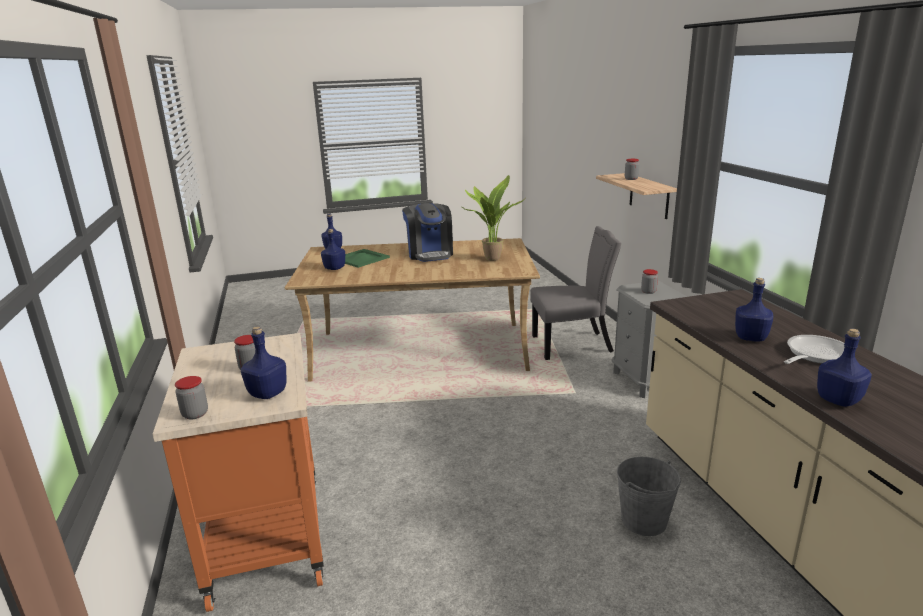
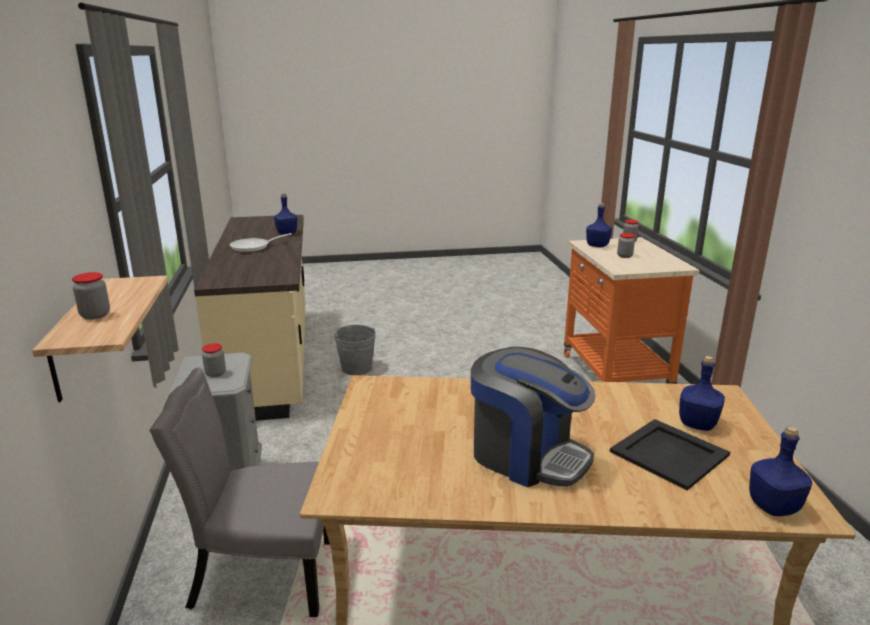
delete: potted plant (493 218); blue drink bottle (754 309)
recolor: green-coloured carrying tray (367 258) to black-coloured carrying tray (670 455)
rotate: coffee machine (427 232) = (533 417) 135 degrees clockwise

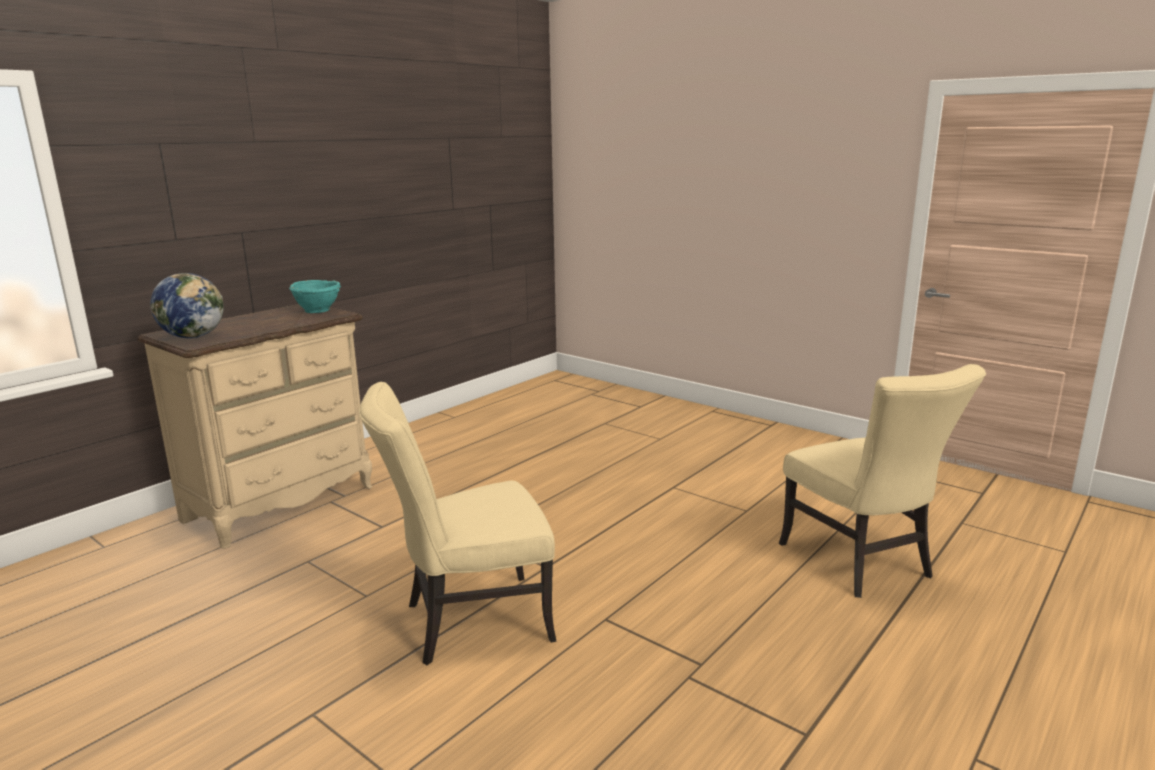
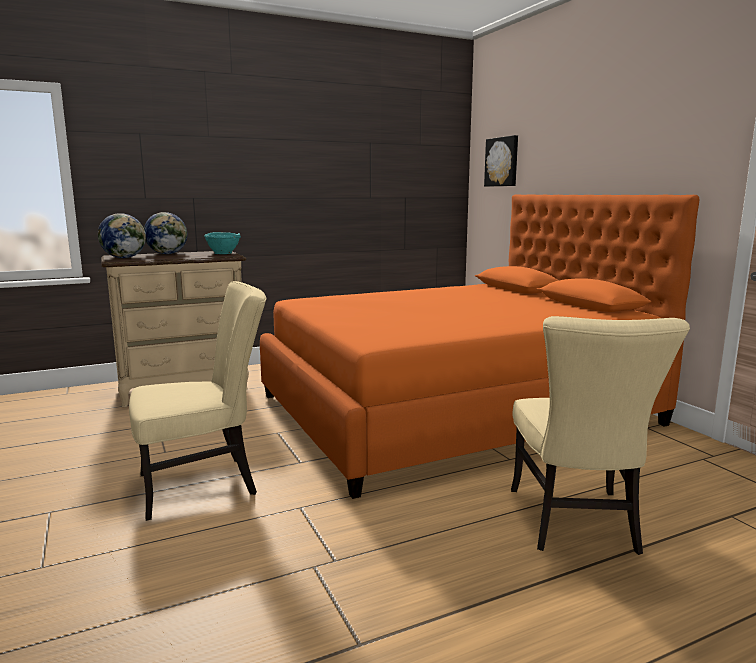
insert: globe (165 233); orangey bed (479 346); wall picture (501 160)
rotate: sand-coloured chair (458 523) = (198 401) 150 degrees clockwise

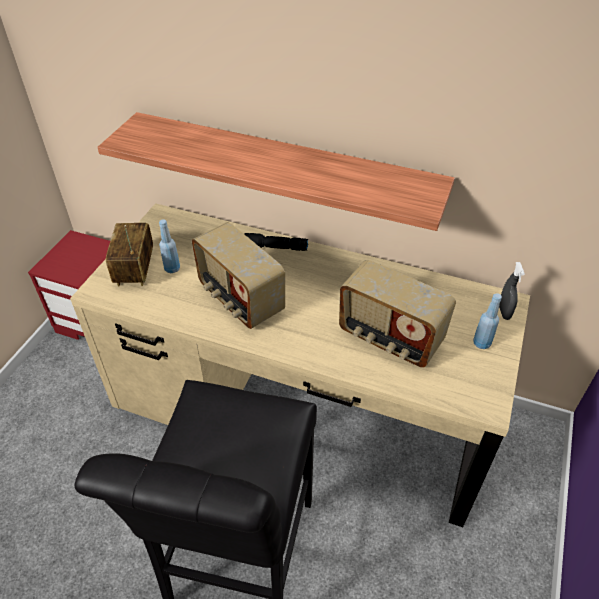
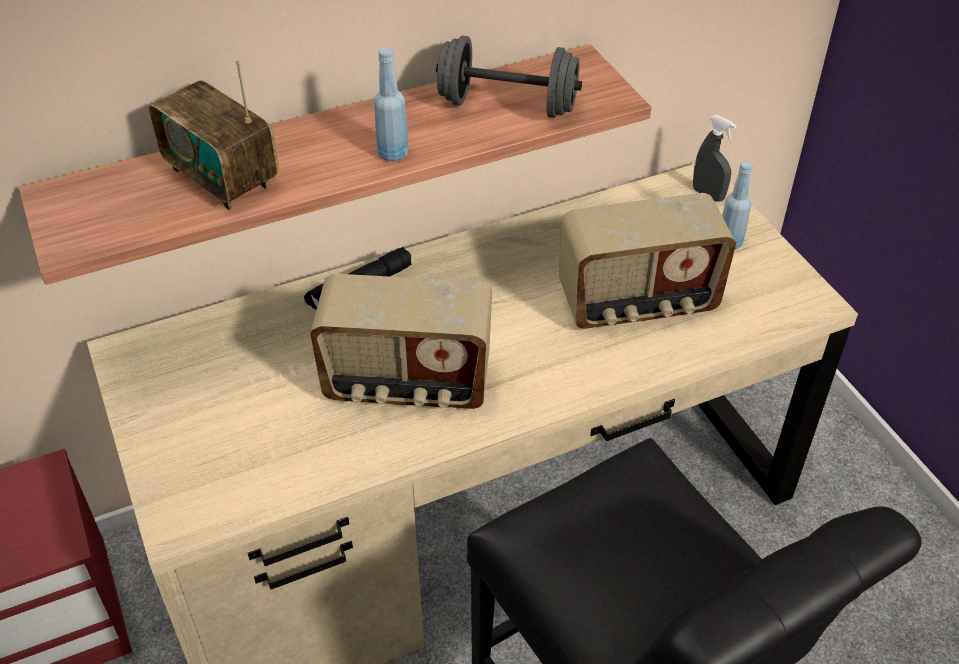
insert: grey hand weight (509 77)
move: radio set (129 254) to (213 135); blue drink bottle (169 246) to (391 104)

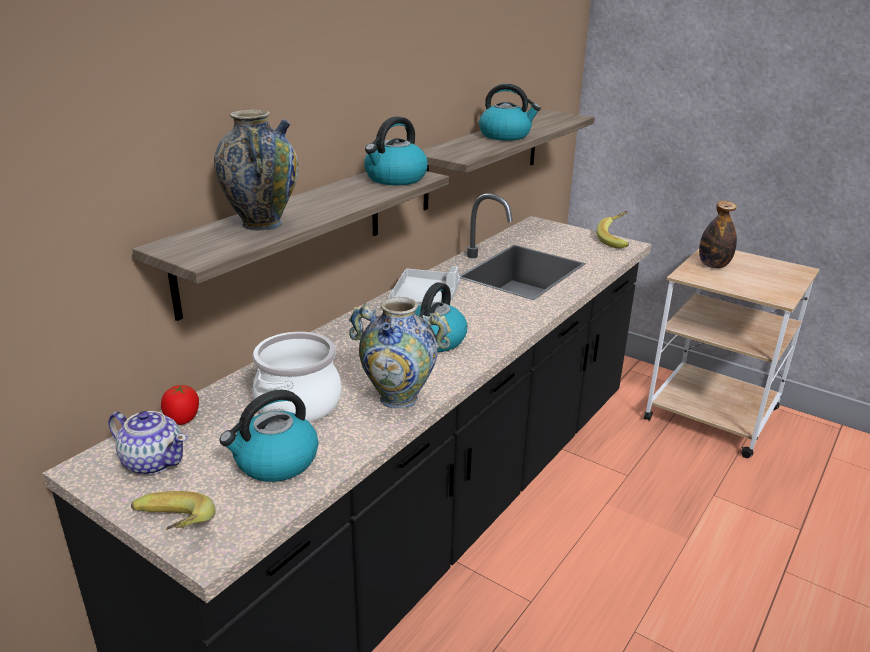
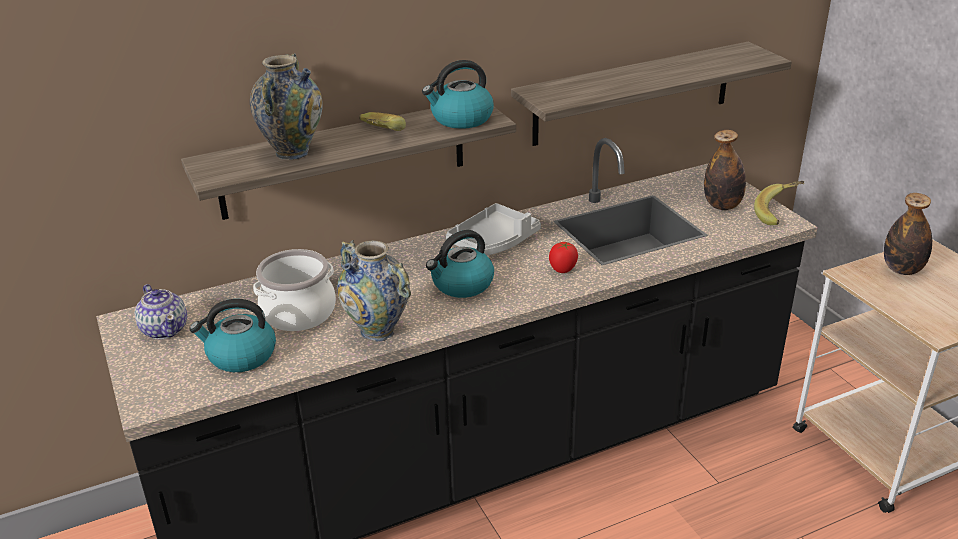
delete: kettle (510 112)
insert: drink bottle (725 170)
move: banana (173 510) to (382 121); whole tomato (180 405) to (563 257)

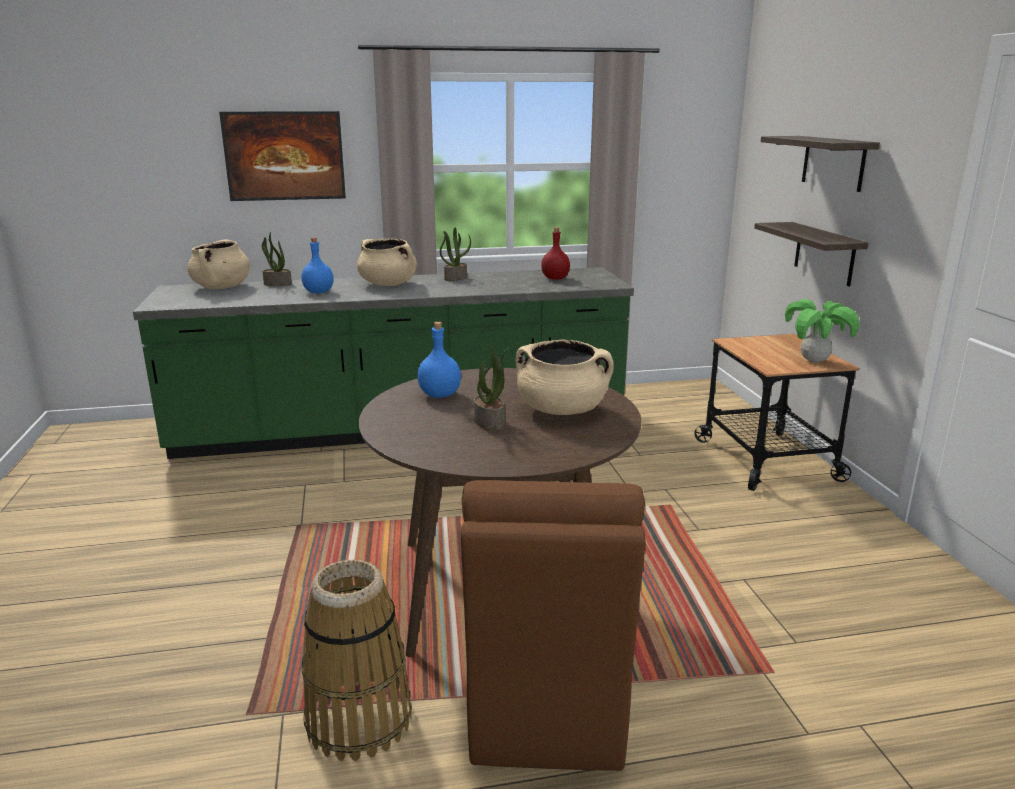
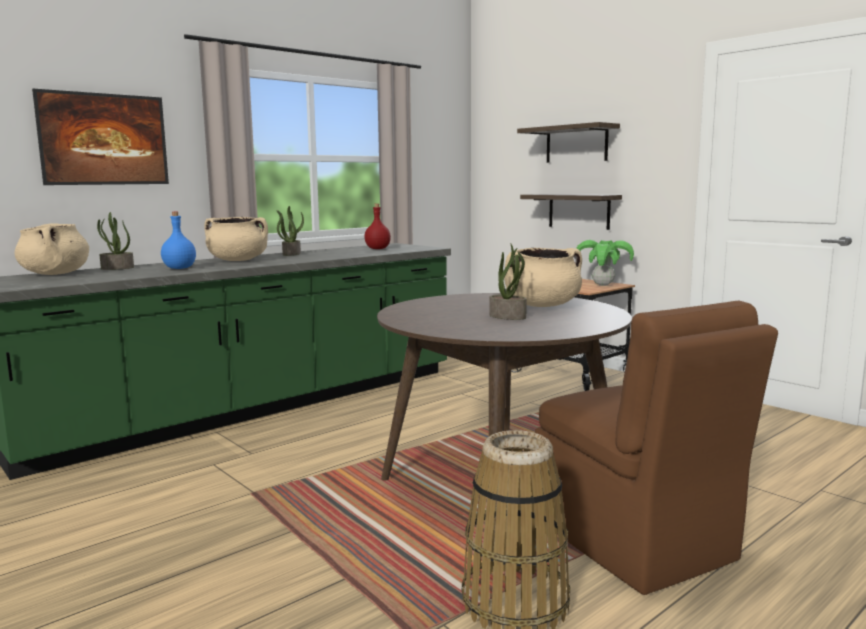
delete: blue drink bottle (439 360)

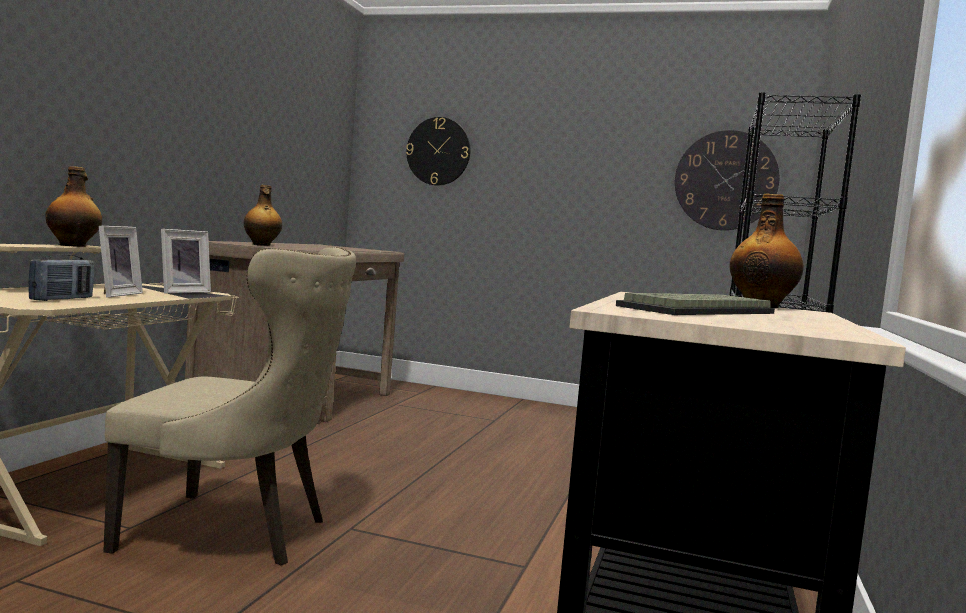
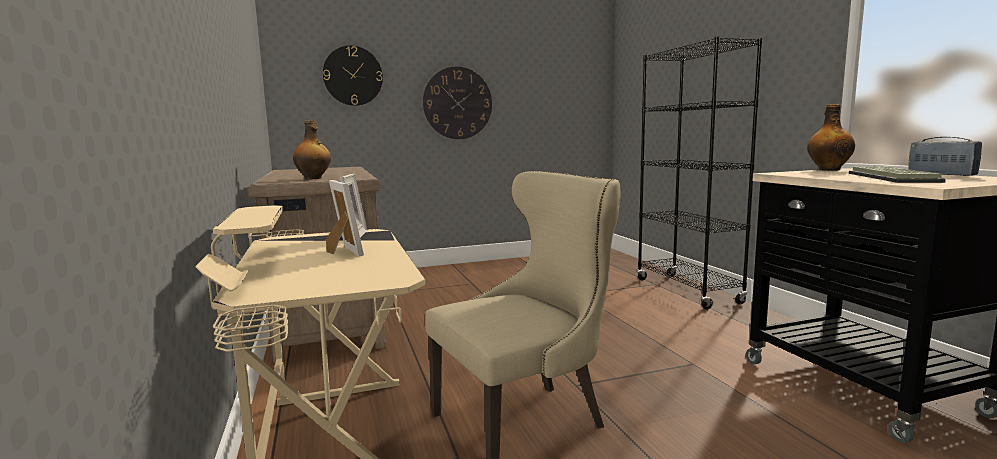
delete: drink bottle (73 206)
move: radio set (61 277) to (945 156); clock on the wall (727 180) to (457 103)

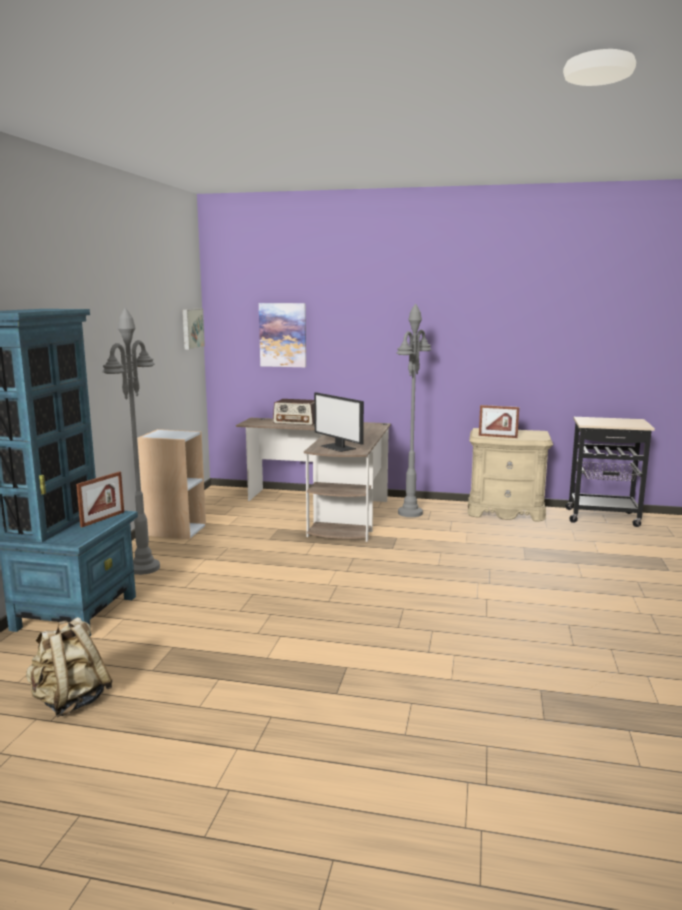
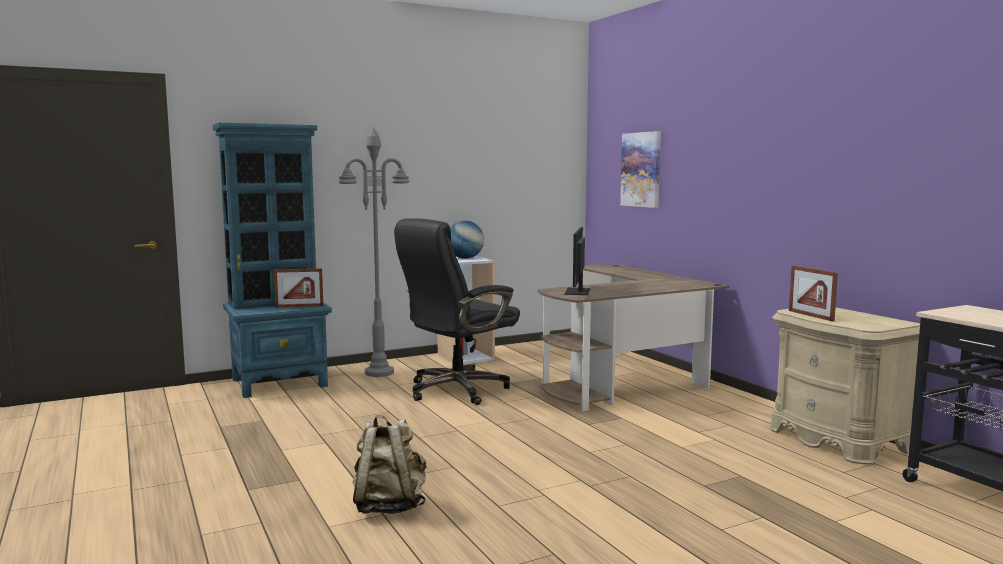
delete: wall picture (193 329); radio set (294 412); grey standing lamp (413 410)
insert: black-coloured desk chair (457 311); globe (467 240)
move: sand-coloured rucksack (69 667) to (389 464)

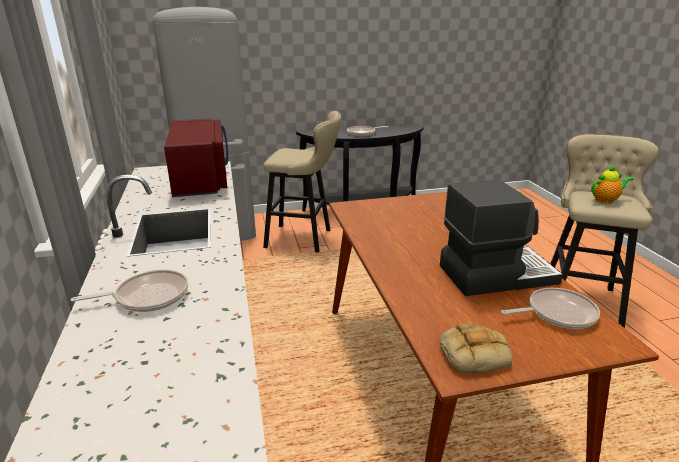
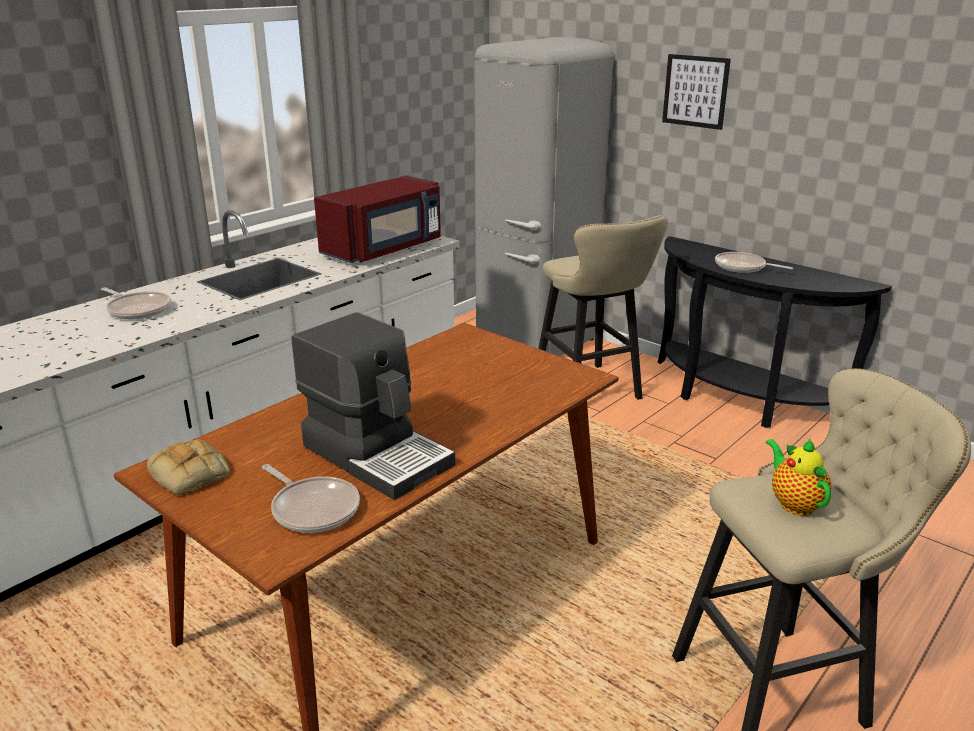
insert: wall picture (696 92)
rotate: teapot (612 184) = (798 477) 150 degrees counterclockwise

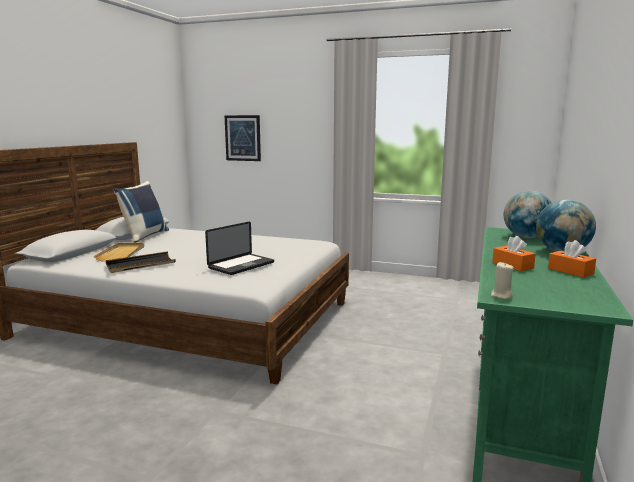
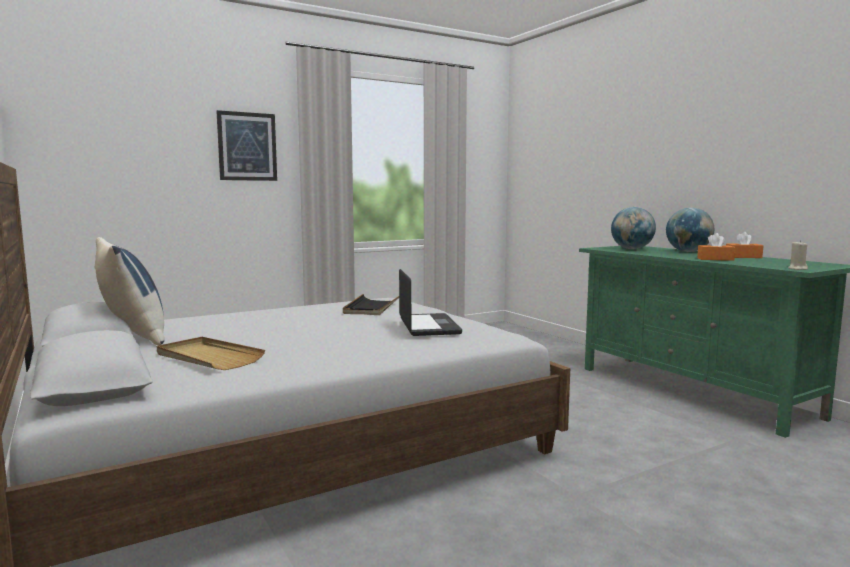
move: black-coloured carrying tray (140 262) to (371 304); wall picture (242 138) to (246 145)

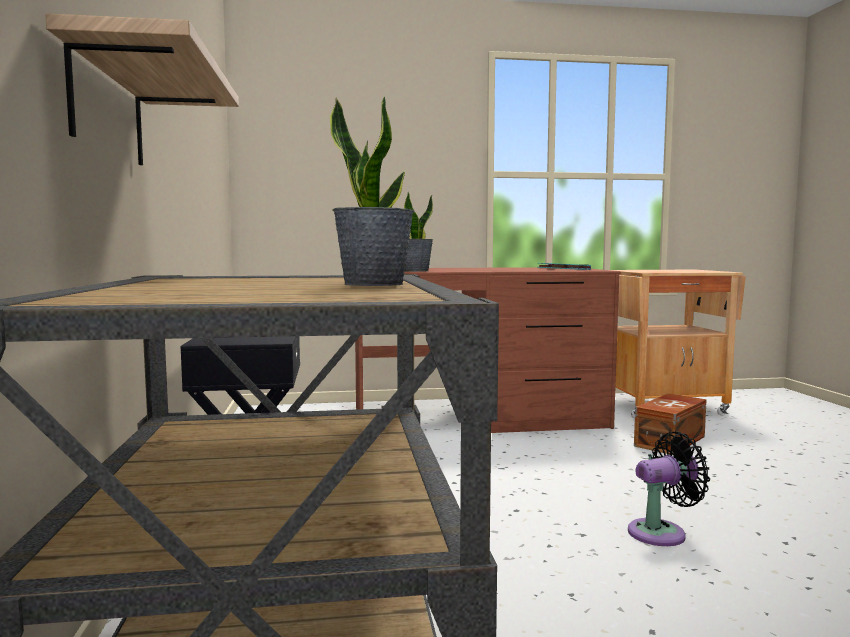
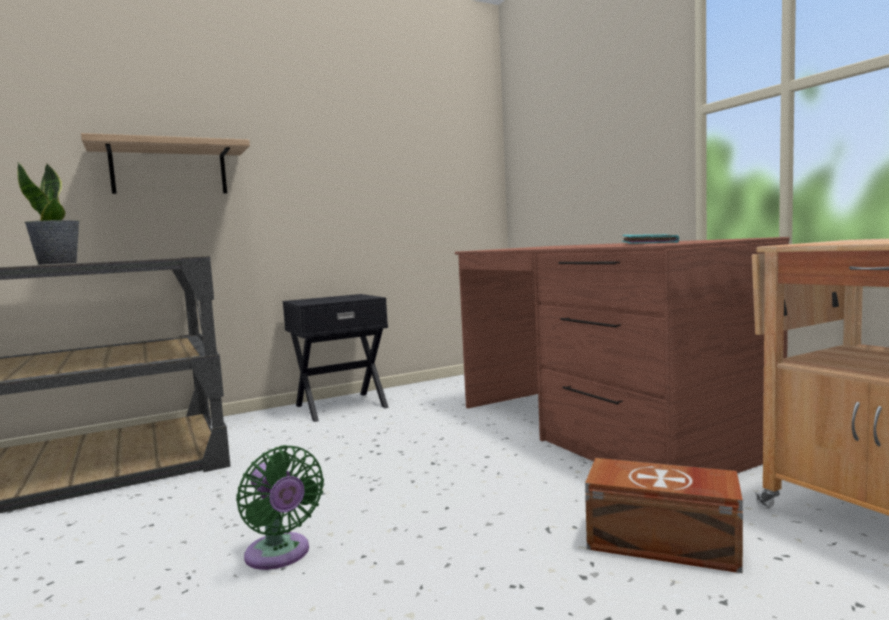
delete: potted plant (418 232)
recolor: black-coloured fan (669 488) to green-coloured fan (280 507)

